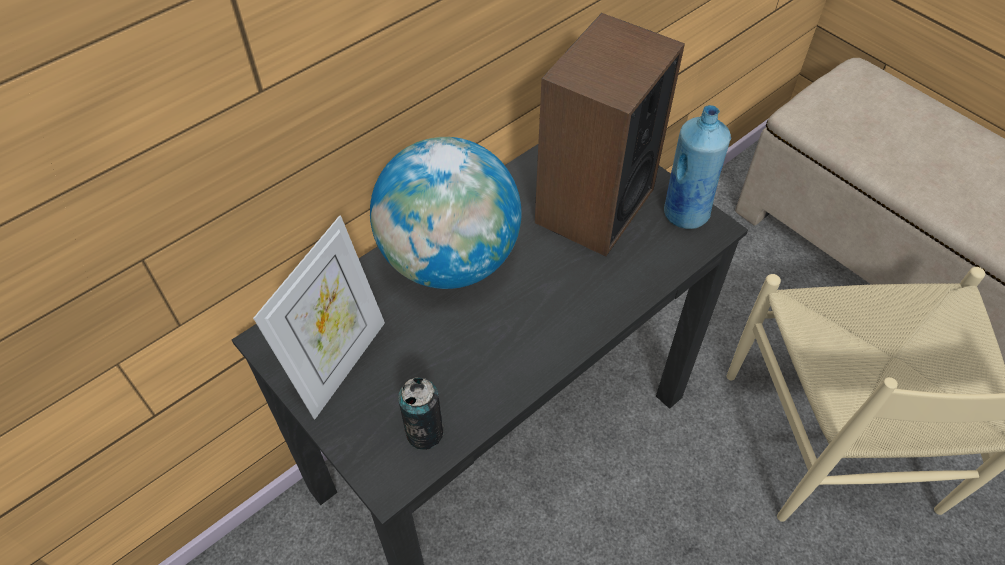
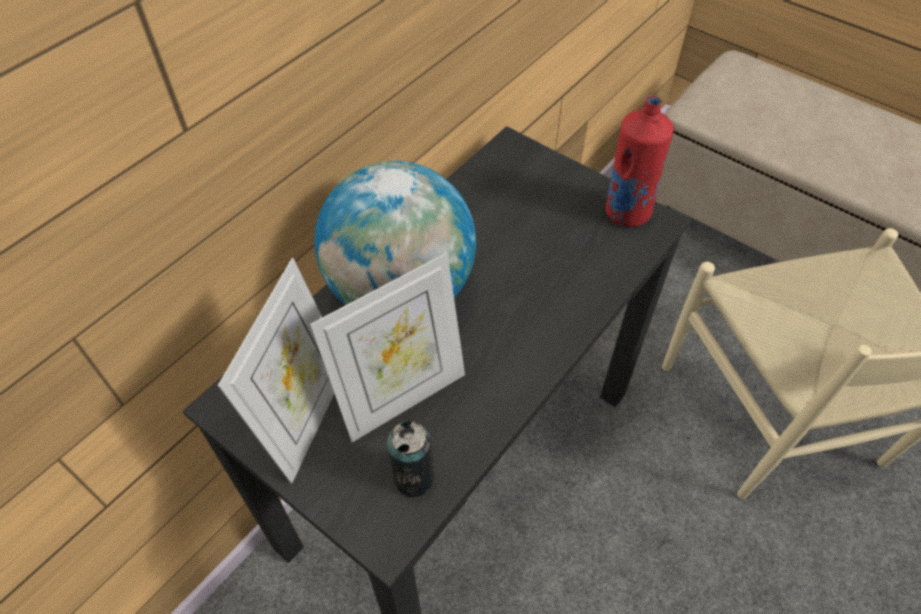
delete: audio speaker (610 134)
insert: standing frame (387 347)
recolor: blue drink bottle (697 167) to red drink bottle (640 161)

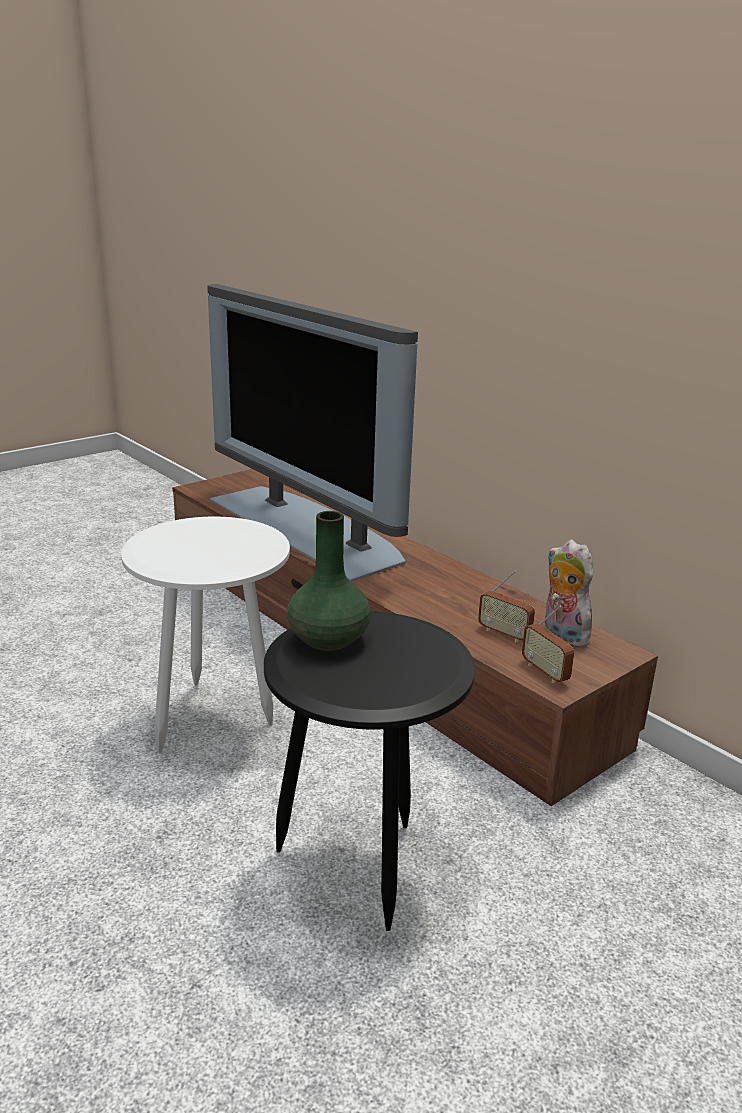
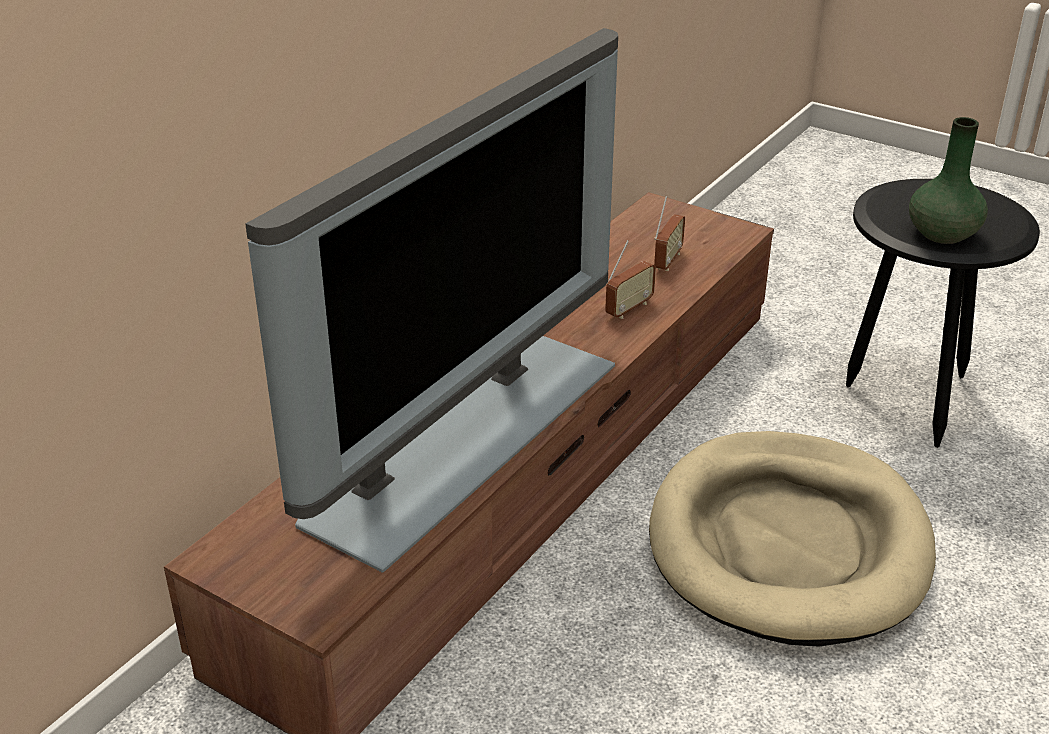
delete: soft toy (569 593)
move: radio set (548 644) to (630 279)
replace: white-coloured end table (205 635) to sand-coloured dog bed (792 539)

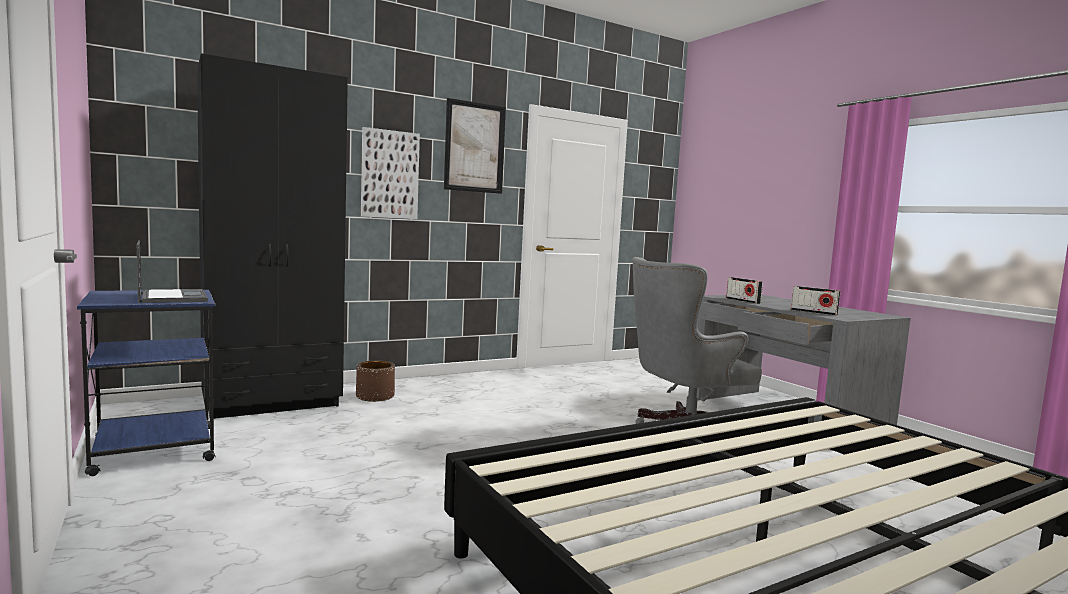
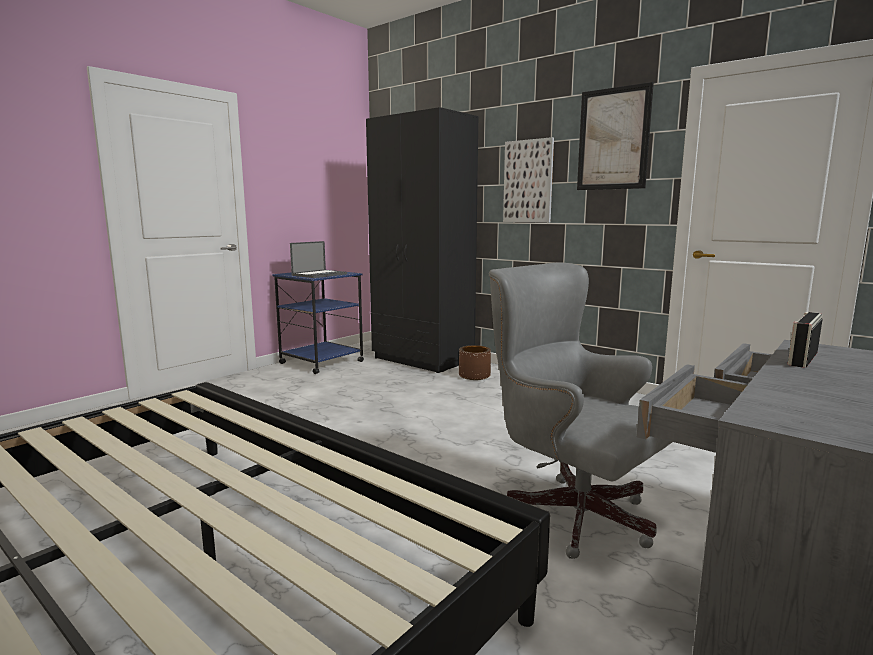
delete: radio set (815 301)

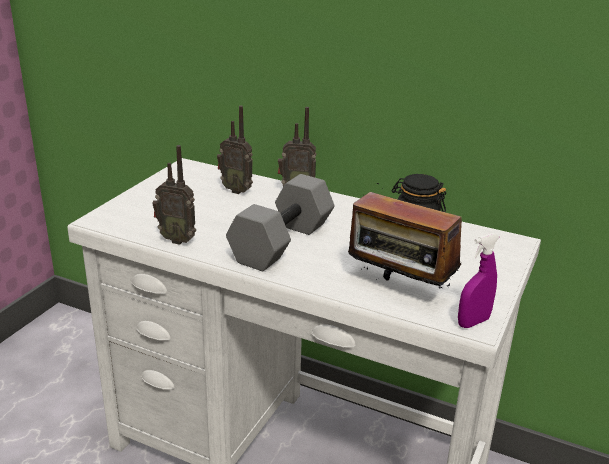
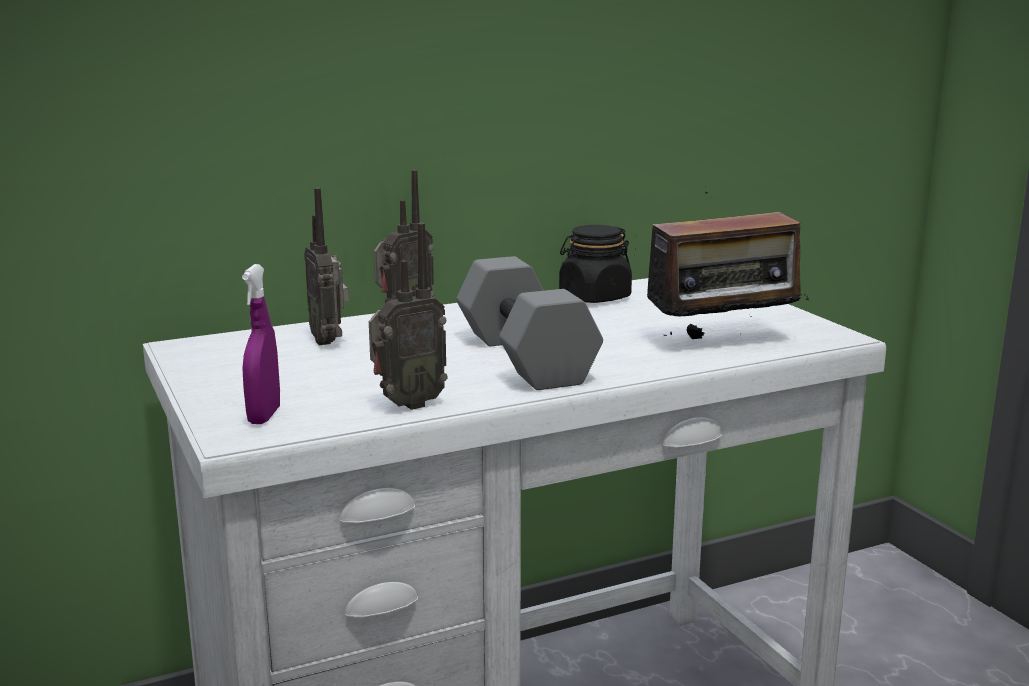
move: purplish spray bottle (478 280) to (261 344)
rotate: radio set (235 150) = (326 266) 90 degrees clockwise

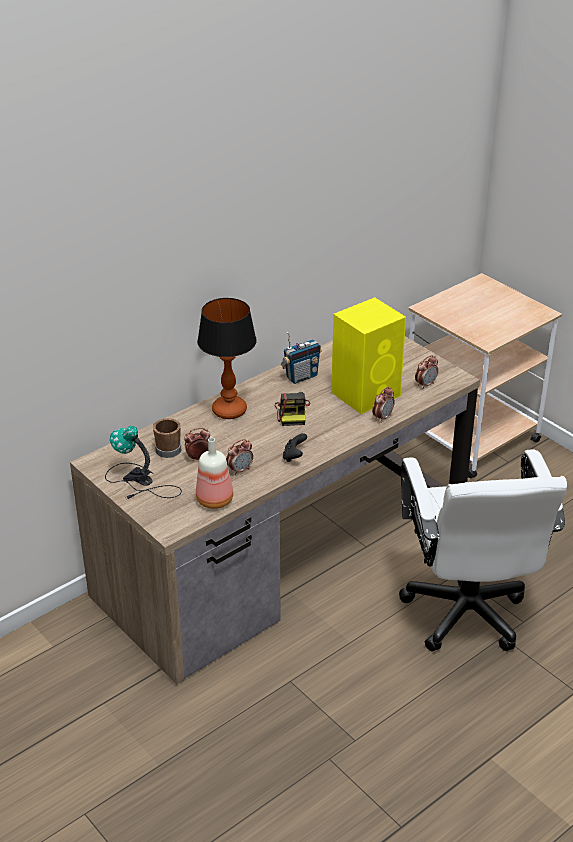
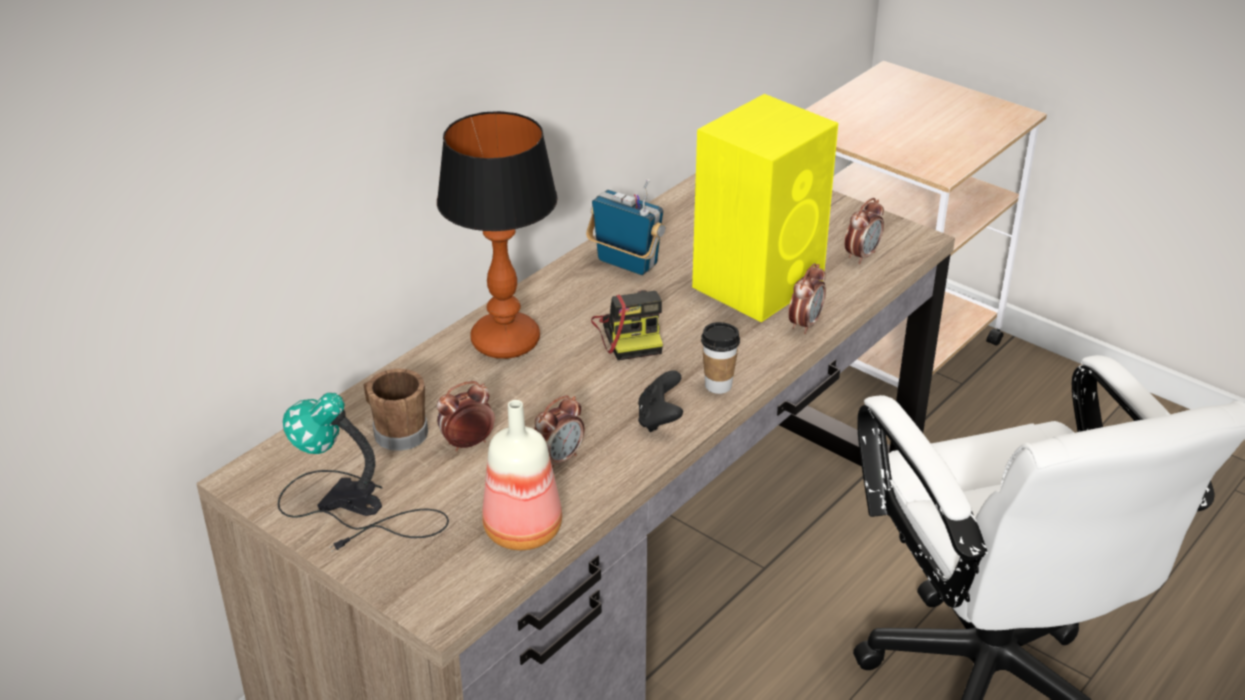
insert: drinking cup (720 358)
rotate: radio set (301 358) = (625 227) 105 degrees counterclockwise

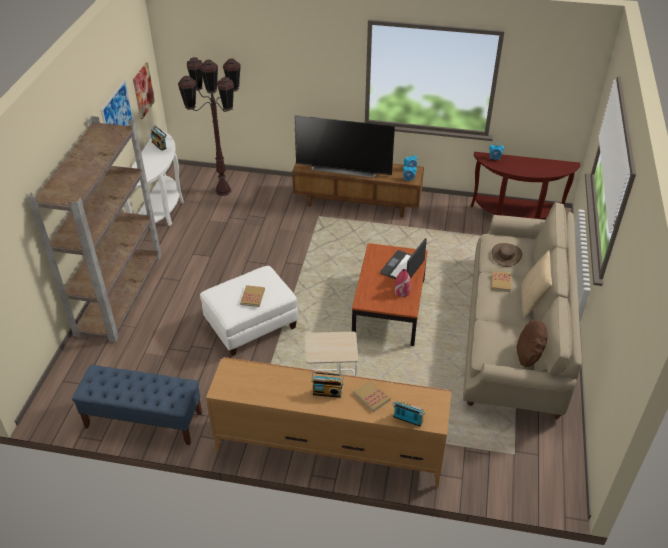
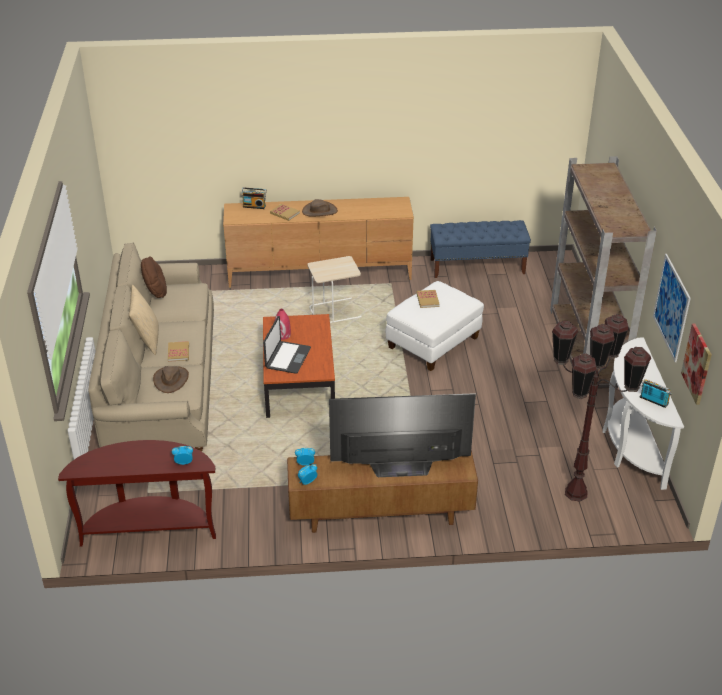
replace: radio set (327 385) to brownish clothing hat (320 207)

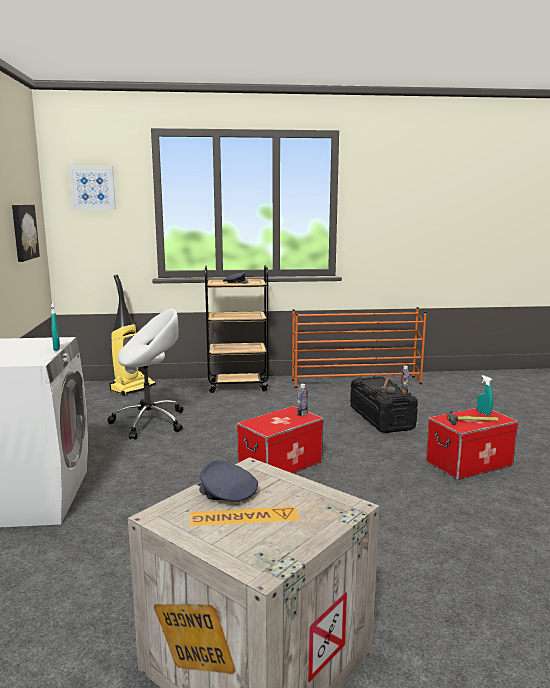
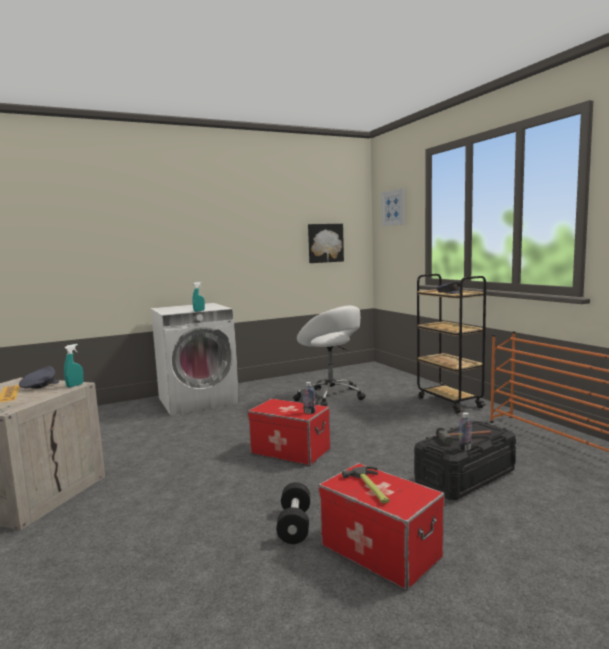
delete: vacuum cleaner (132 335)
insert: black-coloured hand weight (293 513)
move: blue-green spray bottle (485 395) to (73 365)

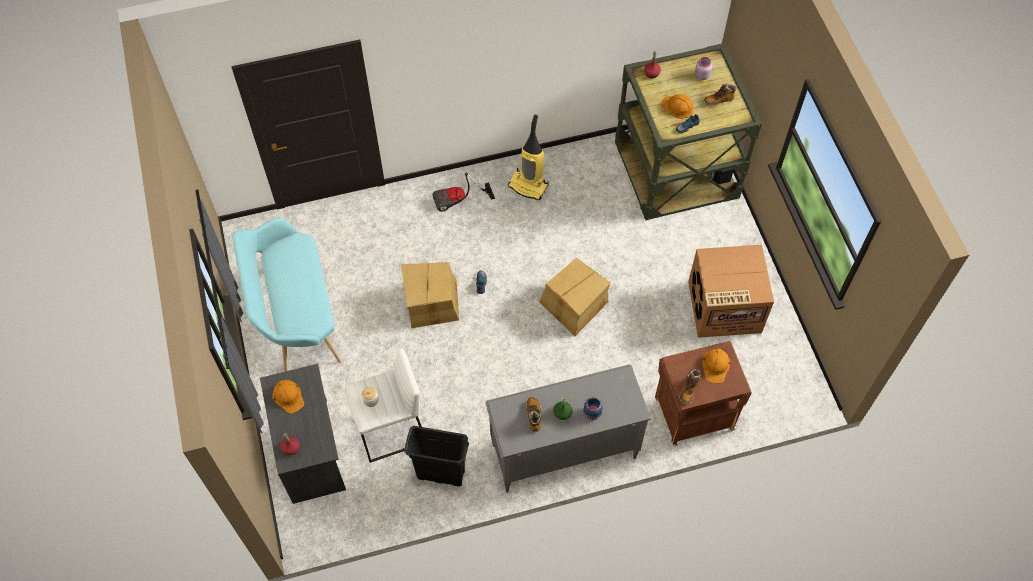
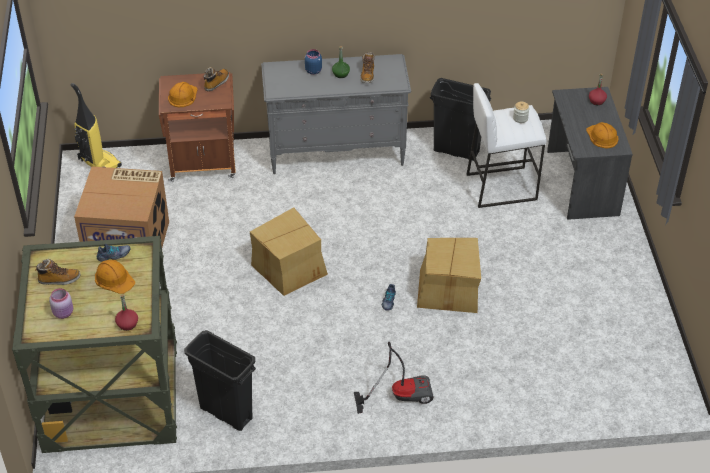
delete: blue-green indoor bench (286 294)
insert: black-coloured trash can (220 380)
move: vacuum cleaner (528 157) to (96 125)

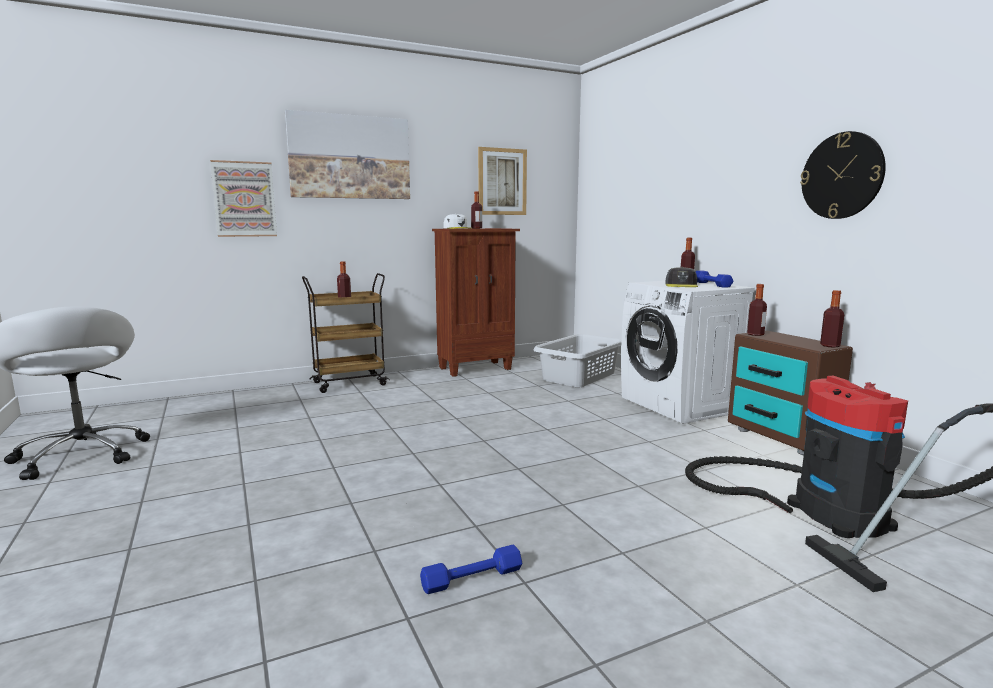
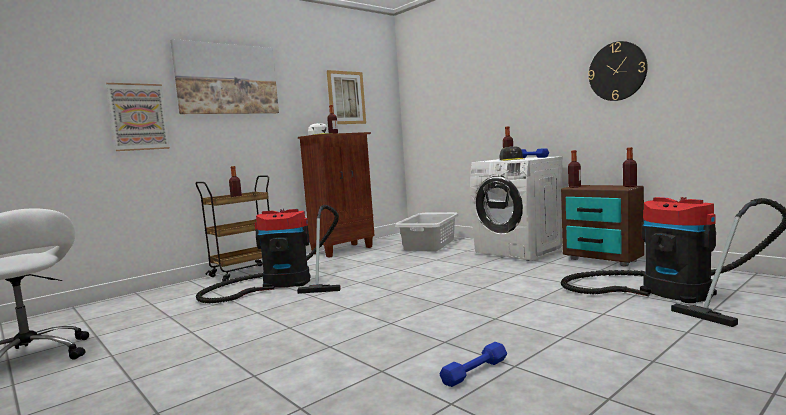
insert: vacuum cleaner (268 254)

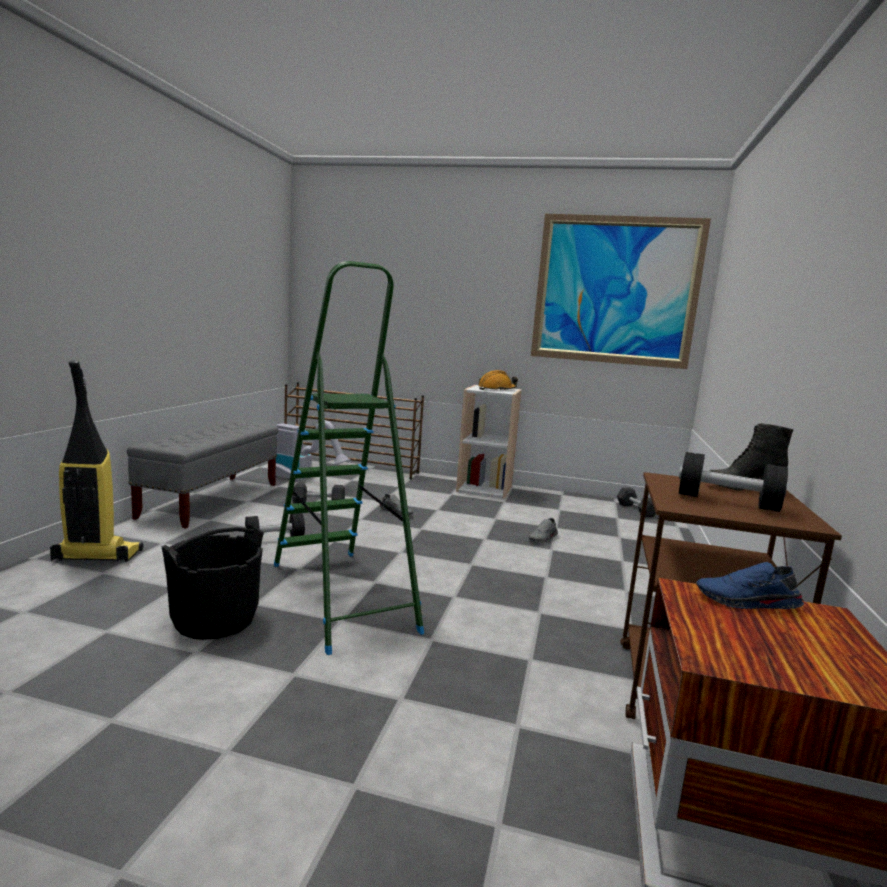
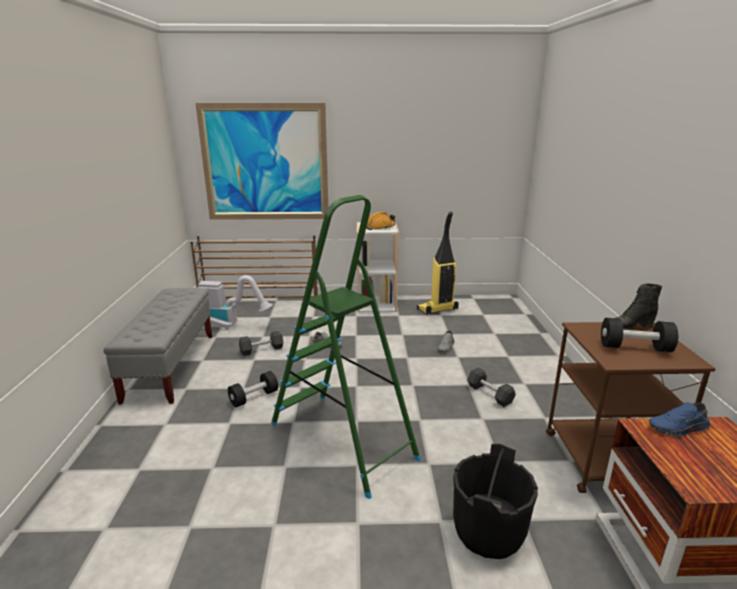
move: vacuum cleaner (96 461) to (438 263); black-coloured water bucket (212 582) to (495 501); wall picture (621 291) to (262 161); black-coloured hand weight (636 502) to (491 387)

